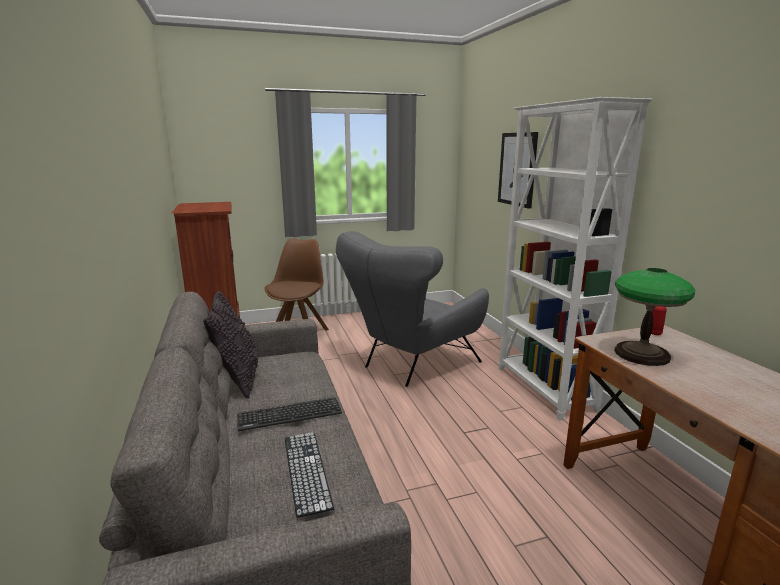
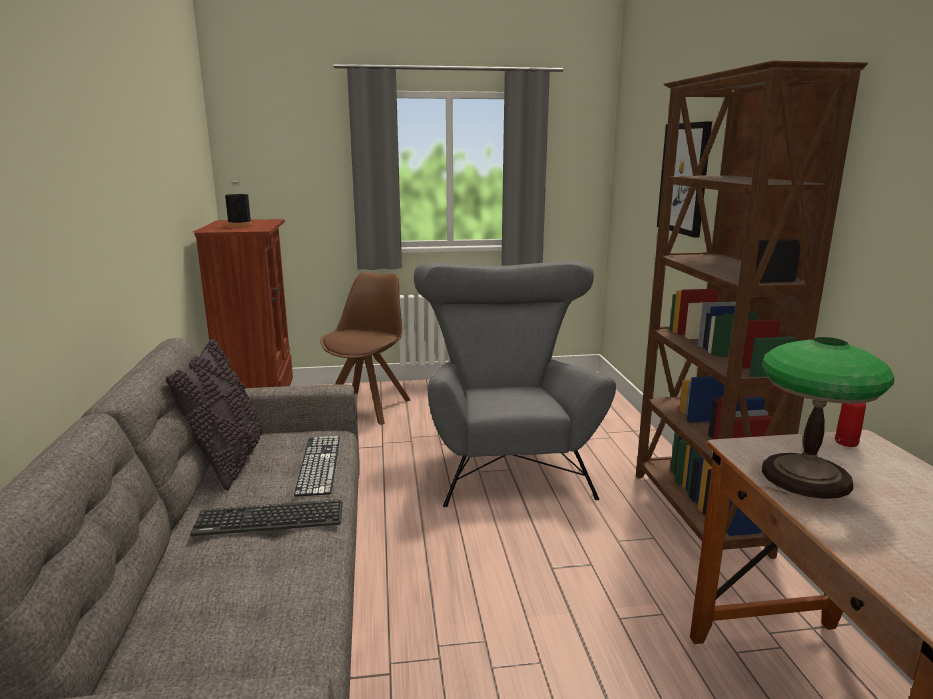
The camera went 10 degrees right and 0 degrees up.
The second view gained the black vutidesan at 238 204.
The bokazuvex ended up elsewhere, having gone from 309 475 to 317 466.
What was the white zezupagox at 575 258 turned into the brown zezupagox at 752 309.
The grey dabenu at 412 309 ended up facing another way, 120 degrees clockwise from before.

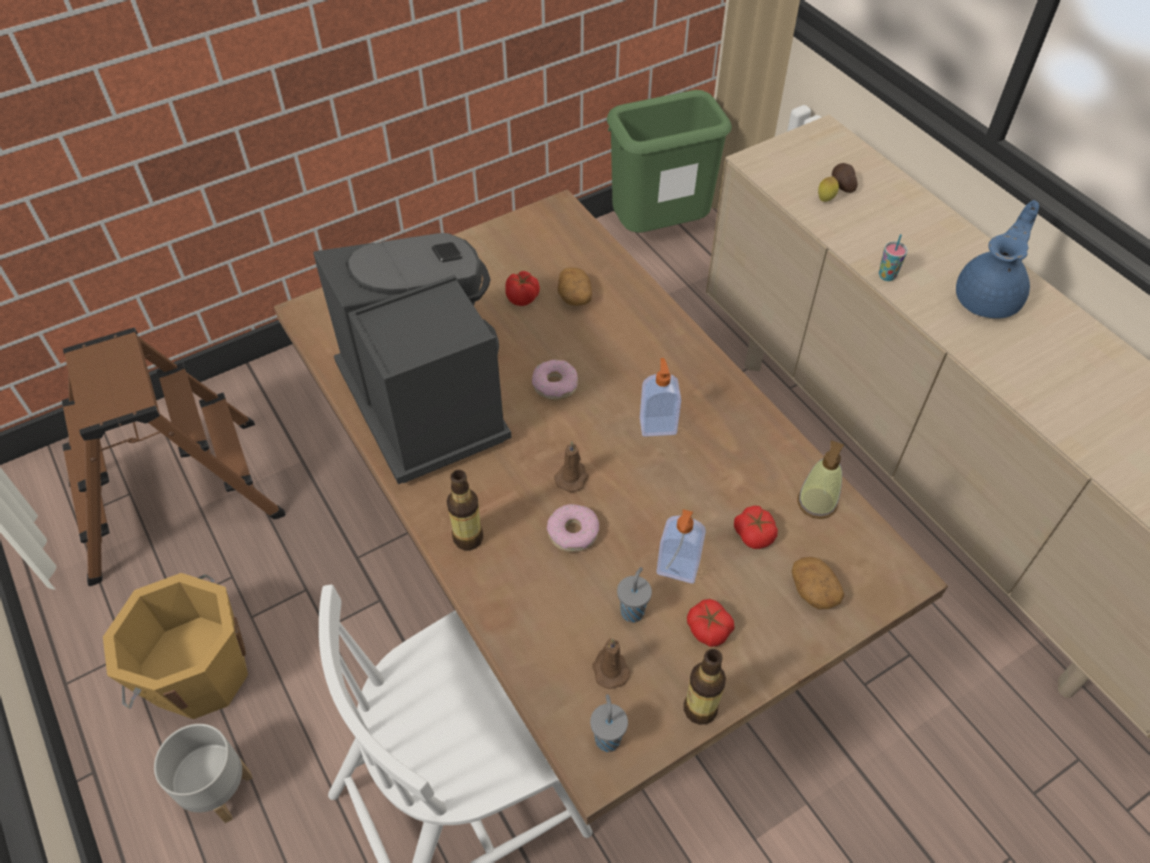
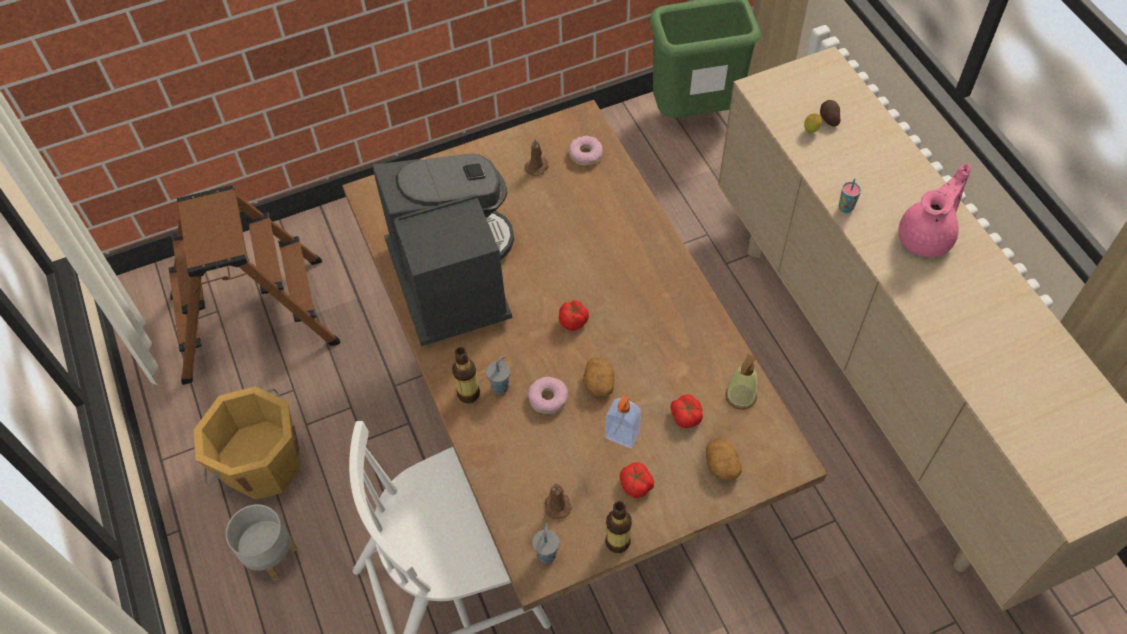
The camera went 10 degrees right and 5 degrees up.
The second view lost the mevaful at 660 397.
The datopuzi ended up elsewhere, having gone from 522 288 to 574 315.
The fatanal ended up elsewhere, having gone from 555 379 to 586 151.
The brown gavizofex ended up elsewhere, having gone from 571 466 to 537 157.
The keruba ended up elsewhere, having gone from 575 286 to 598 377.
The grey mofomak ended up elsewhere, having gone from 634 594 to 498 374.
What was the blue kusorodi at 997 259 turned into the pink kusorodi at 935 210.

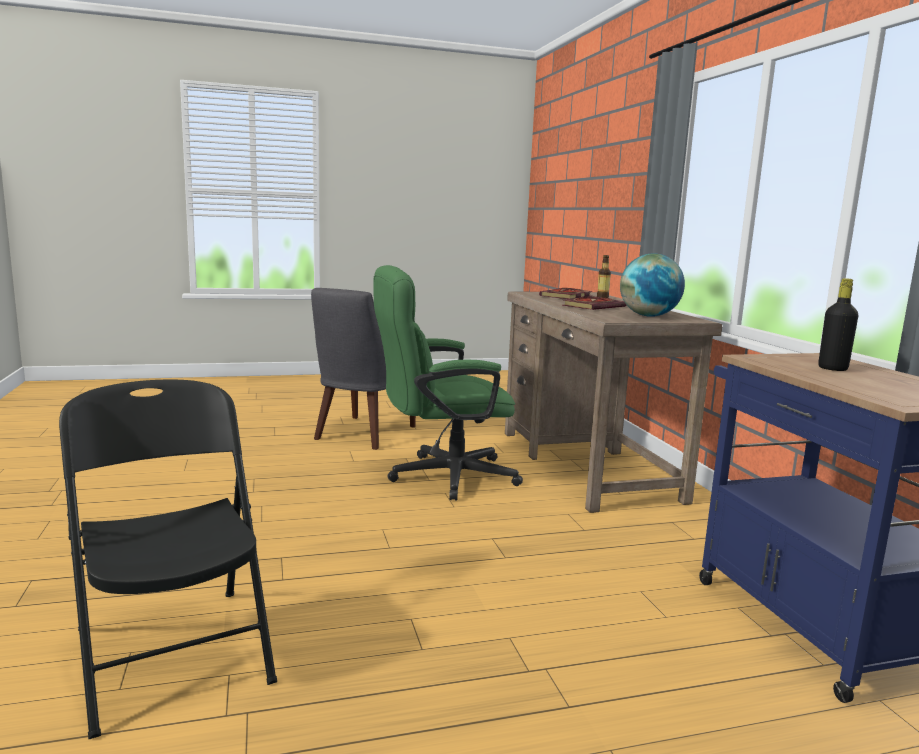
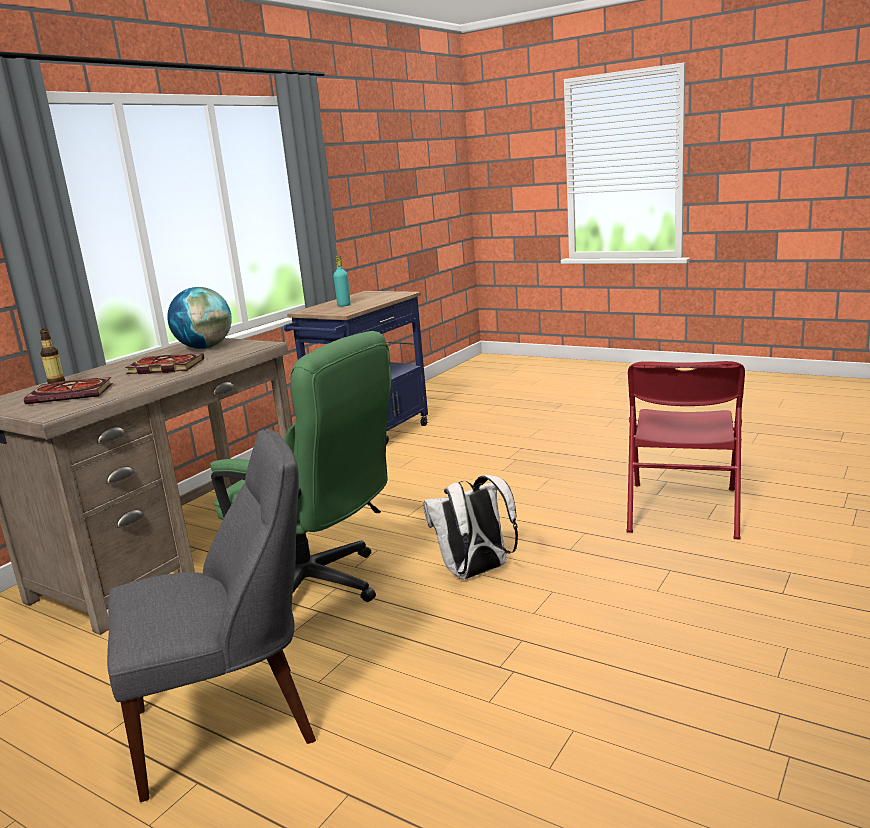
The camera went 130 degrees left and 5 degrees up.
The second view gained the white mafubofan at 470 527.
What was the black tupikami at 168 559 turned into the red tupikami at 685 450.
What was the black vutidesan at 838 324 turned into the turquoise vutidesan at 342 281.

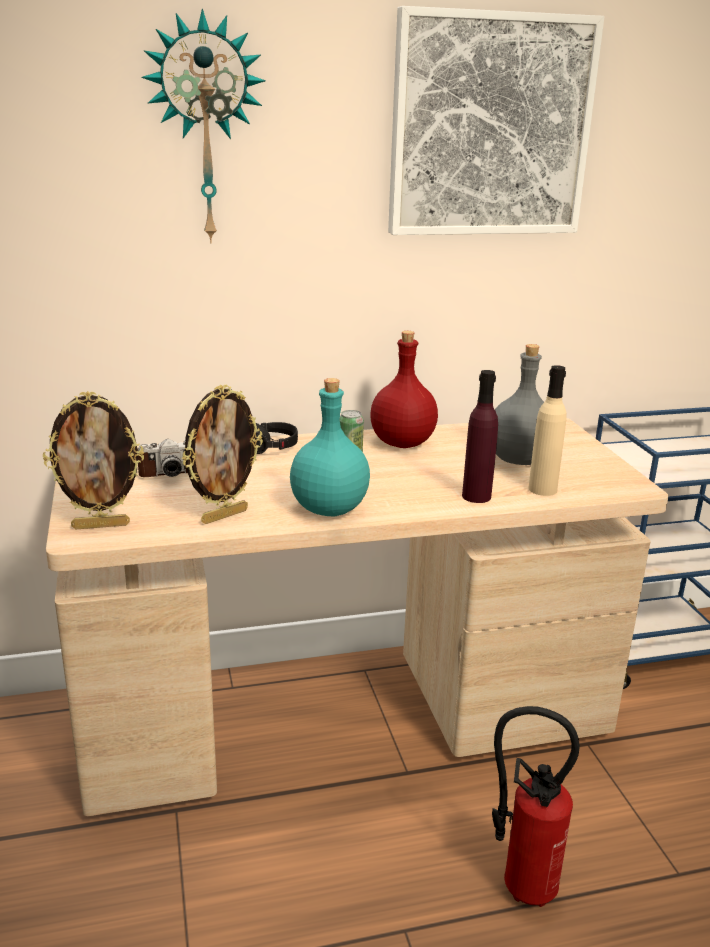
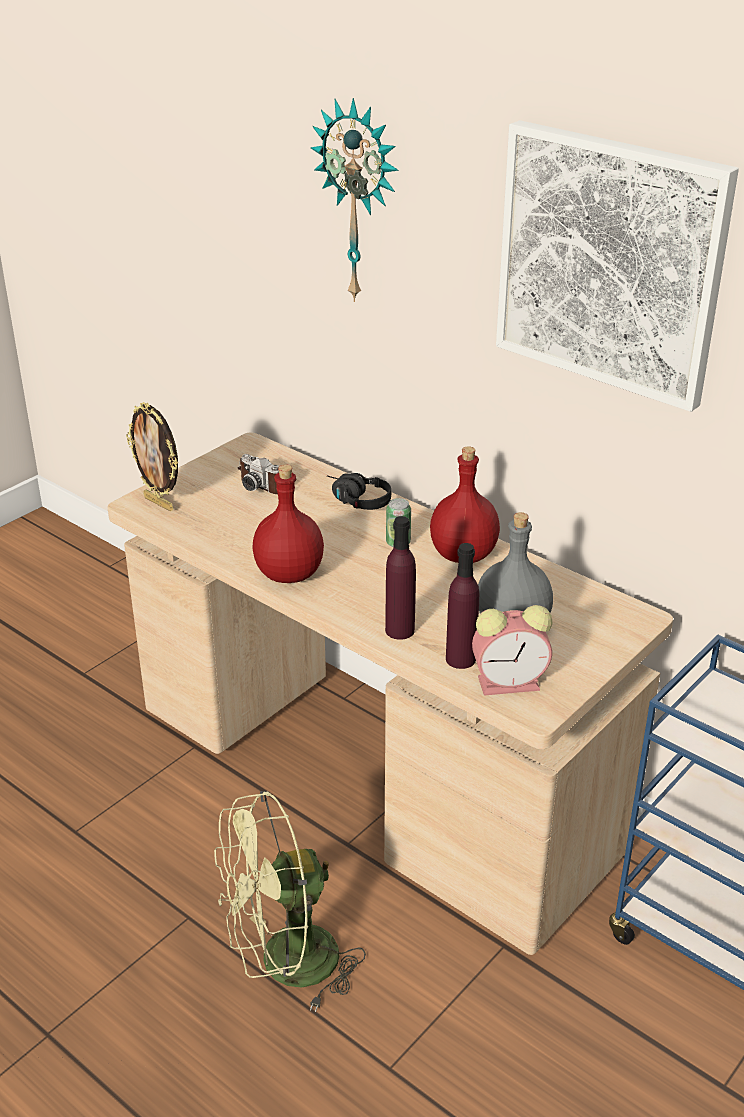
The camera went 55 degrees right and 10 degrees up.
The second view lost the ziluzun at 222 454.
The second view gained the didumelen at 512 650.
Where the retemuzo stood at 536 806, the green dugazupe came to stand at 290 901.
What was the turquoise vutidesan at 330 447 turned into the red vutidesan at 288 523.
What was the beige vutidesan at 547 430 turned into the purple vutidesan at 462 606.

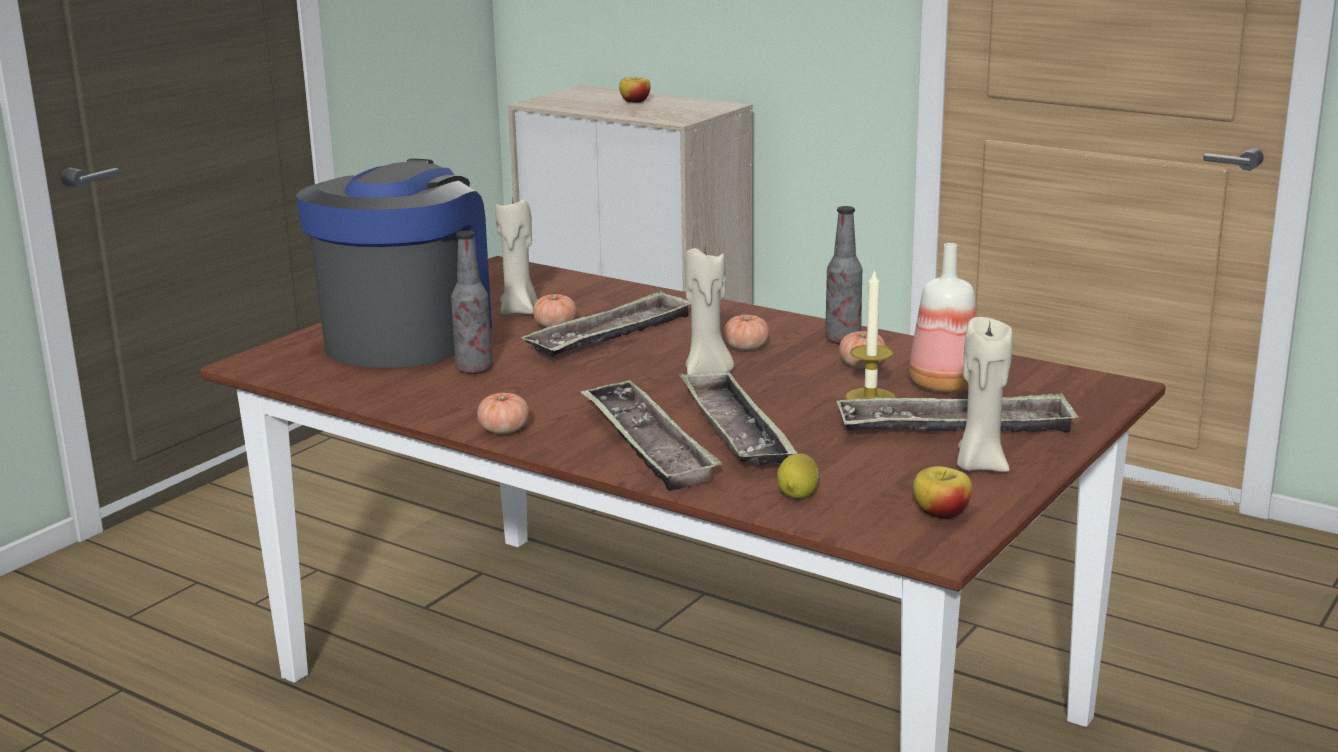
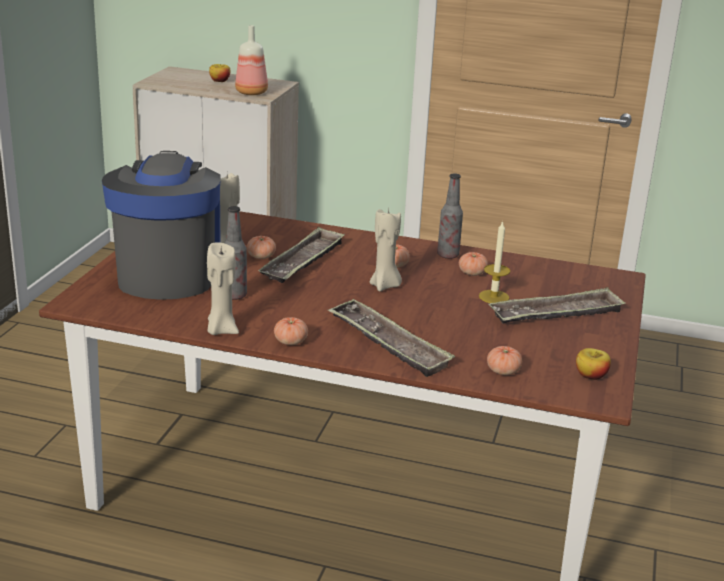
The camera went 20 degrees left and 5 degrees up.
The second view lost the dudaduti at 738 417.
The vutidesan ended up elsewhere, having gone from 943 318 to 251 60.
The beige gavizofex ended up elsewhere, having gone from 984 394 to 223 288.
Where the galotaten stood at 798 476, the datopuzi came to stand at 504 360.

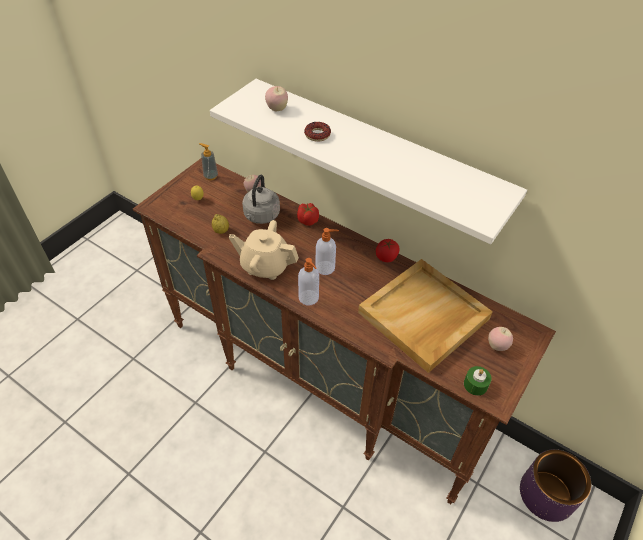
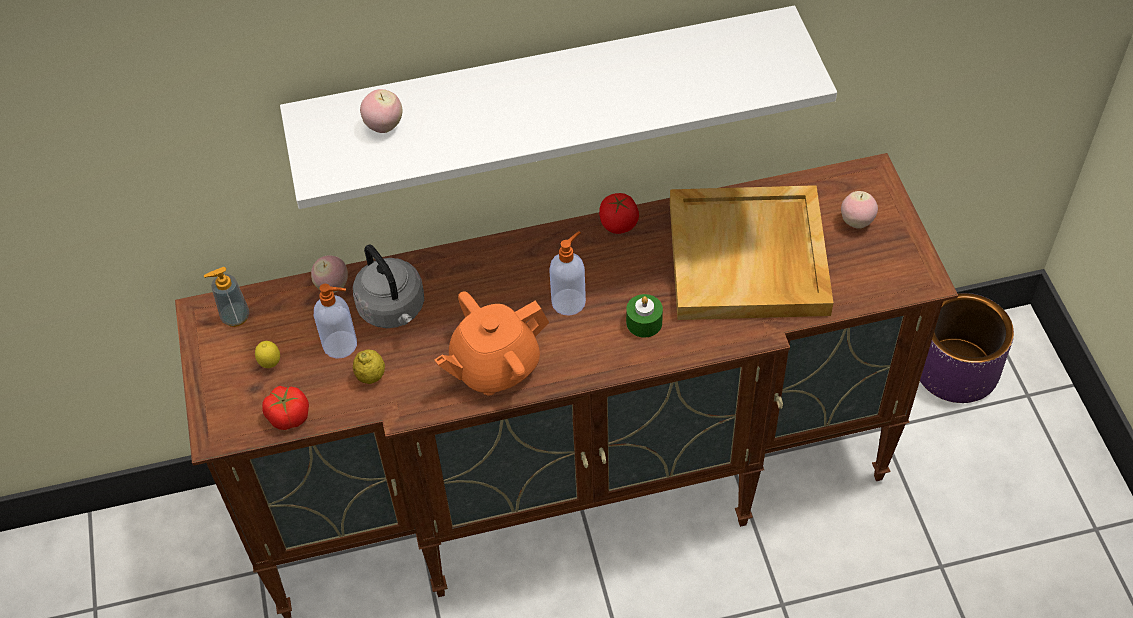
The camera went 45 degrees left and 5 degrees up.
The second view lost the fatanal at 317 132.
The datopuzi ended up elsewhere, having gone from 308 214 to 285 408.
The mevaful ended up elsewhere, having gone from 308 281 to 335 321.
The green gavizofex ended up elsewhere, having gone from 478 381 to 644 316.
What was the beige kusorodi at 264 250 turned into the orange kusorodi at 491 343.

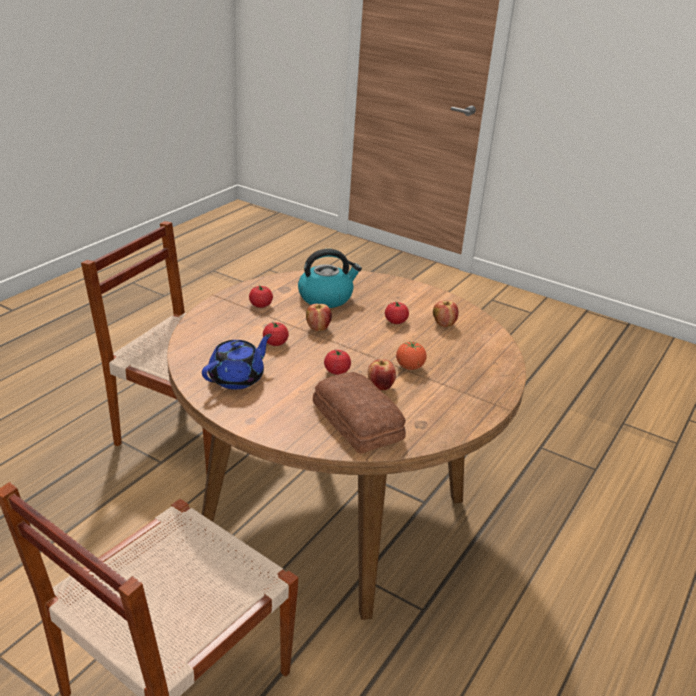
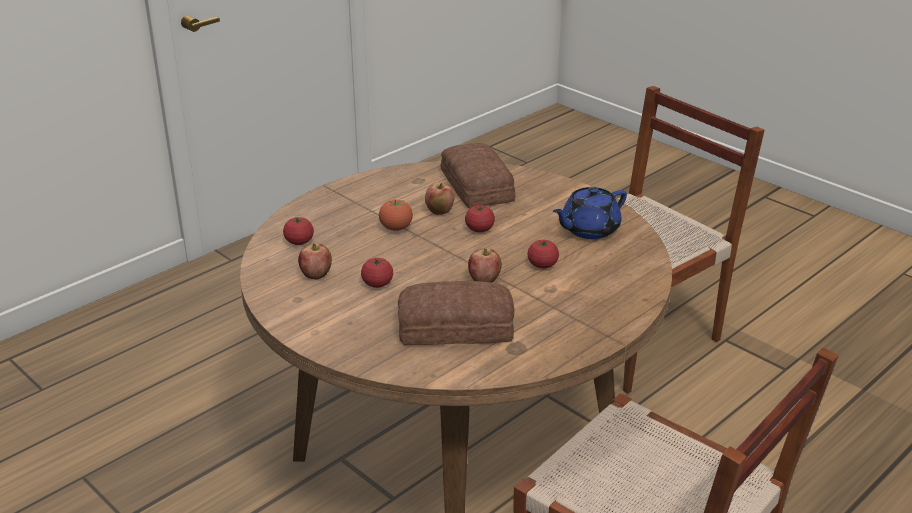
The camera went 165 degrees left and 0 degrees up.
The datopuzi ended up elsewhere, having gone from 261 296 to 298 231.
Where the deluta stood at 330 278, the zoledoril came to stand at 456 313.

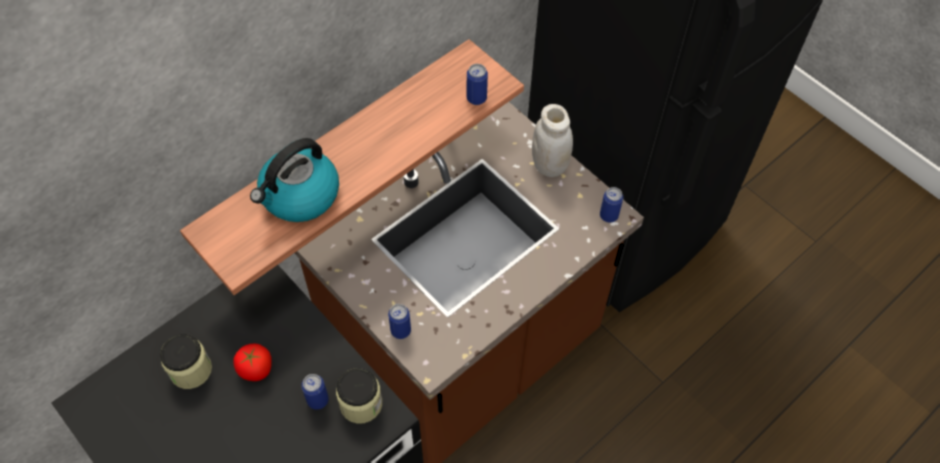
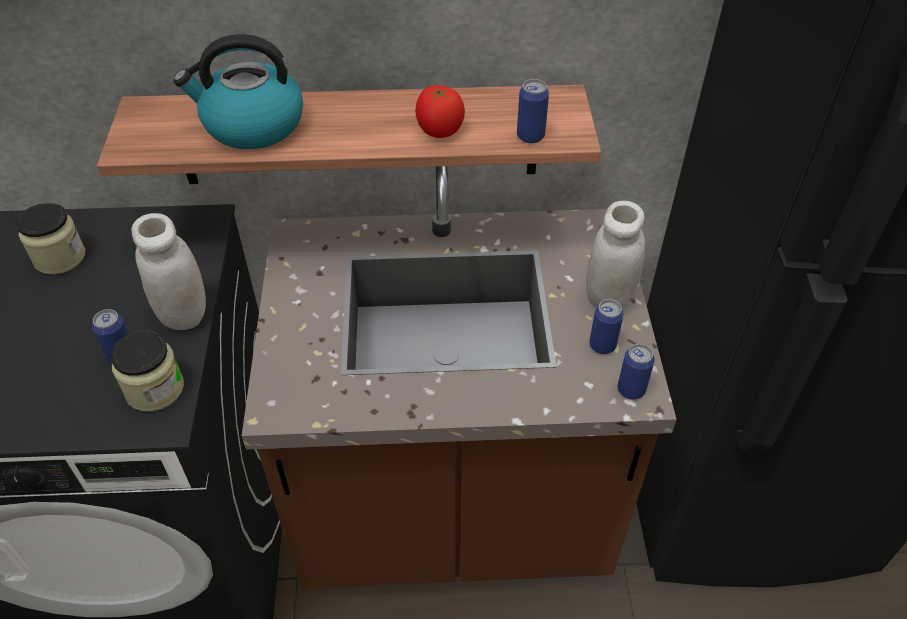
The camera went 40 degrees right and 10 degrees down.
The second view gained the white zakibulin at 168 271.
The datopuzi ended up elsewhere, having gone from 252 362 to 440 111.
The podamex ended up elsewhere, having gone from 399 321 to 606 326.

